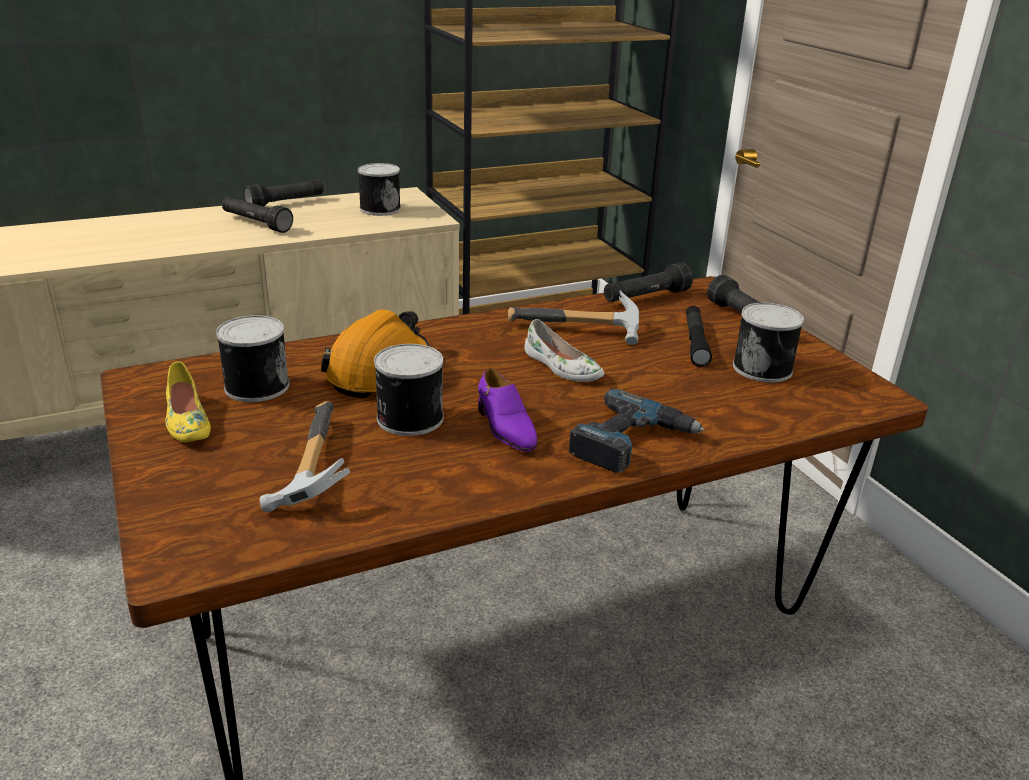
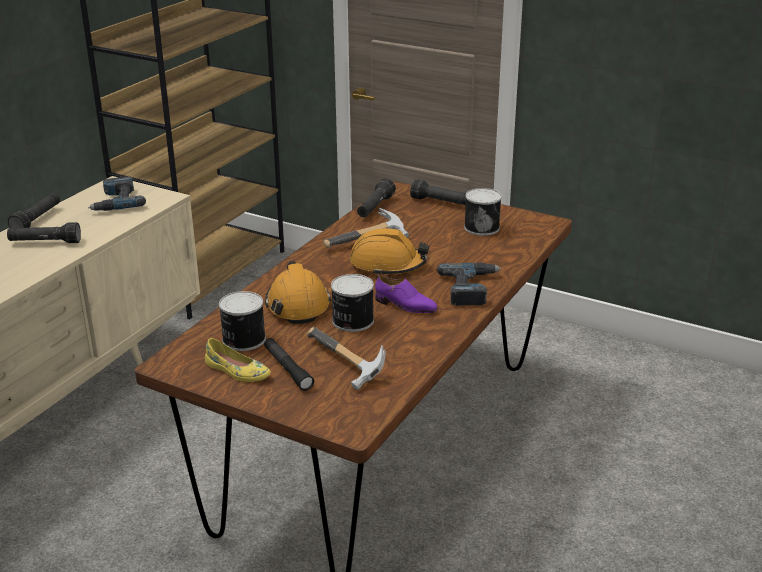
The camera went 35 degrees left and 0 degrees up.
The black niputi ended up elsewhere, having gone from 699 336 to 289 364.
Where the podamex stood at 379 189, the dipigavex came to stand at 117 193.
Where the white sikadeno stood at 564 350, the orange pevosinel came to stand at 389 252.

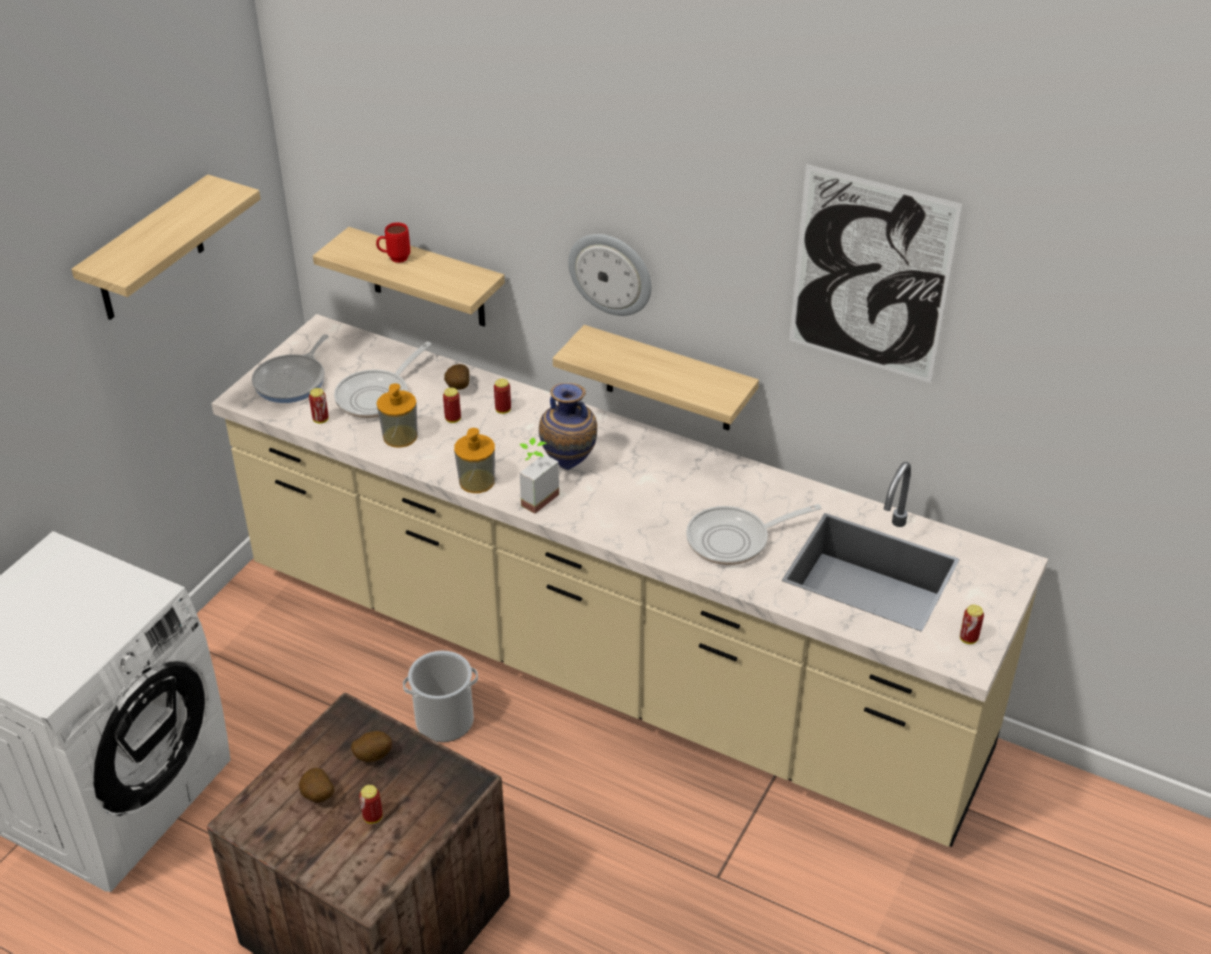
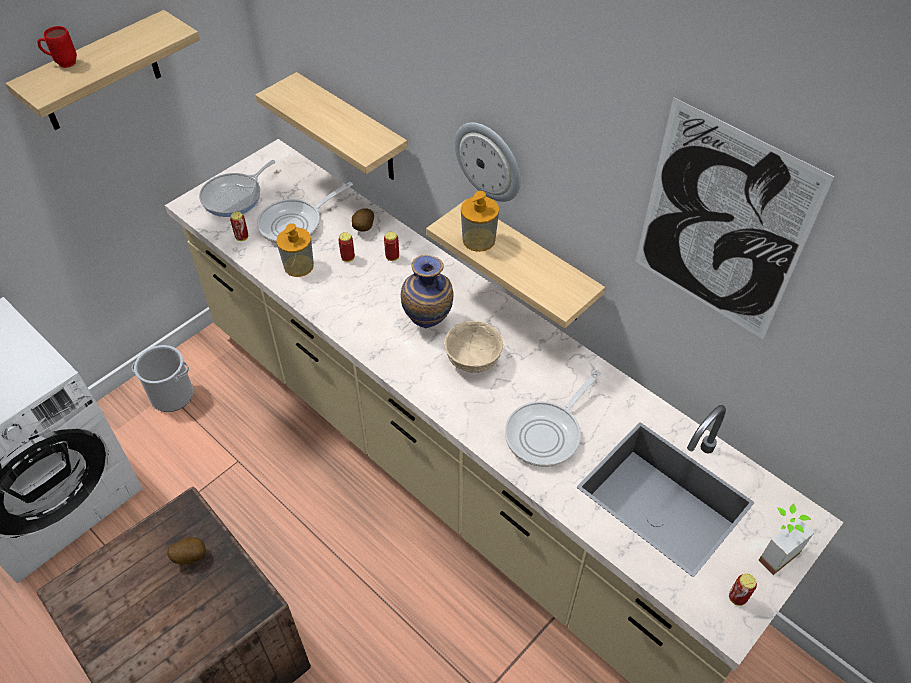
The camera went 15 degrees right and 10 degrees up.
The second view lost the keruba at 316 785.
The second view lost the podamex at 371 804.
The second view gained the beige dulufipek at 473 347.
The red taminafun ended up elsewhere, having gone from 393 242 to 57 47.
The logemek ended up elsewhere, having gone from 440 696 to 162 378.
The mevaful ended up elsewhere, having gone from 474 460 to 480 221.
The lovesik ended up elsewhere, having gone from 539 476 to 786 539.
The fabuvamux at 753 534 ended up facing another way, 45 degrees counterclockwise from before.

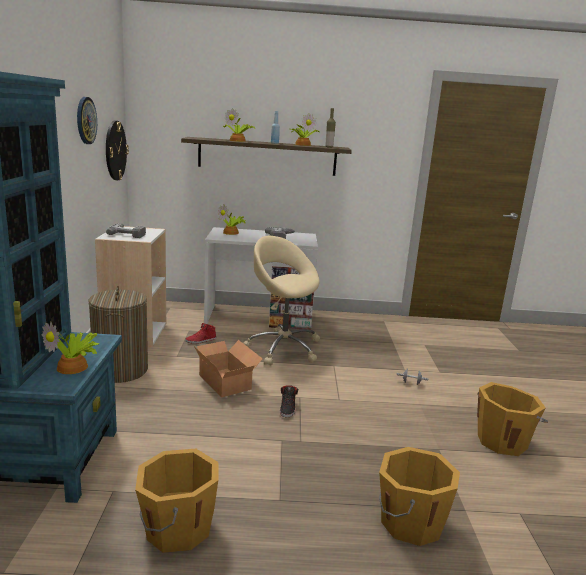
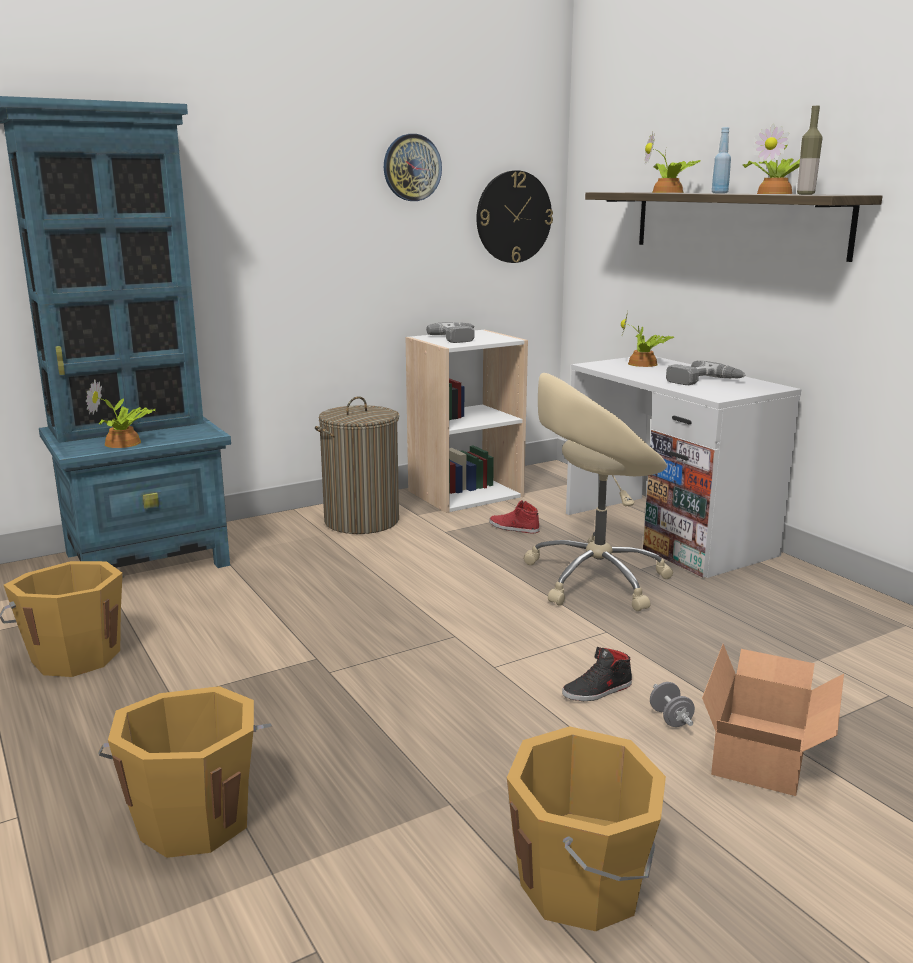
The camera went 60 degrees right and 0 degrees up.
The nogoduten ended up elsewhere, having gone from 228 368 to 773 720.
The black sikadeno ended up elsewhere, having gone from 289 401 to 597 674.
The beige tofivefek at 281 300 ended up facing another way, 105 degrees counterclockwise from before.

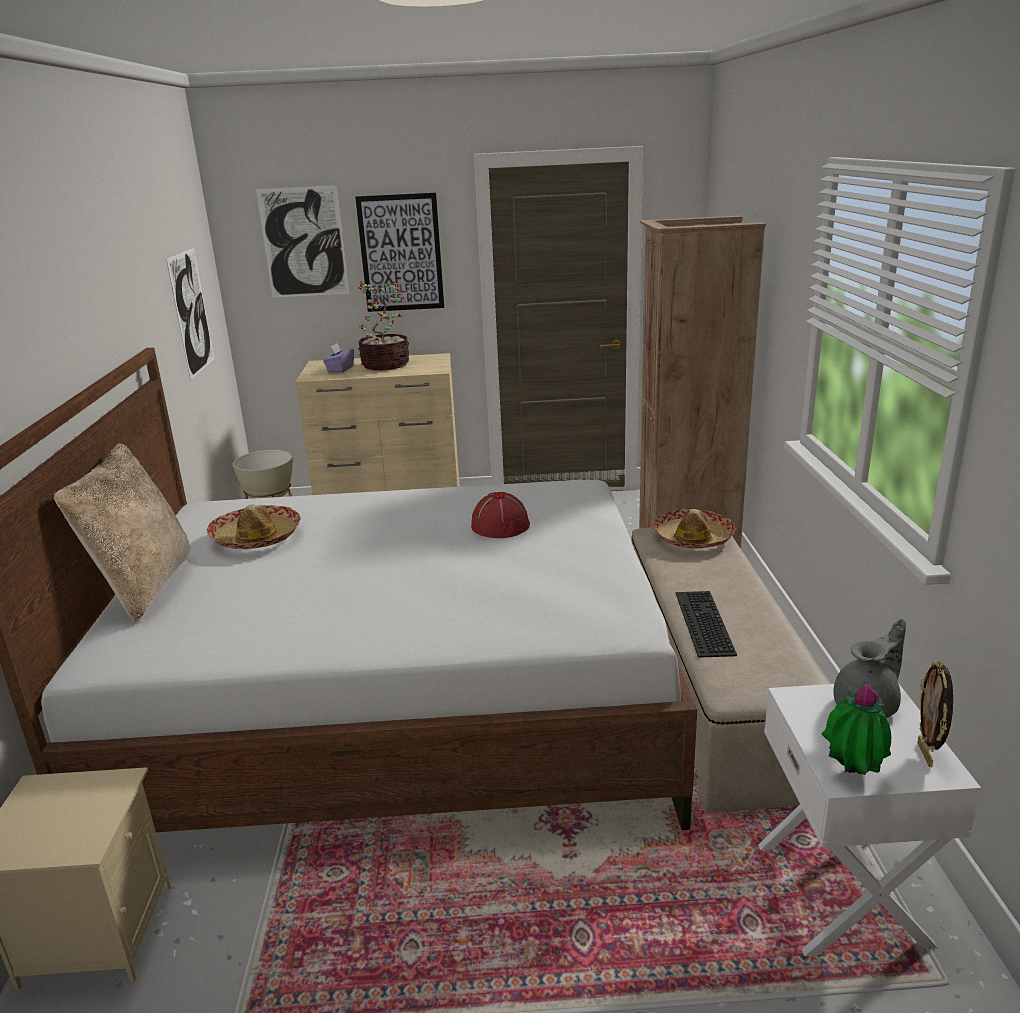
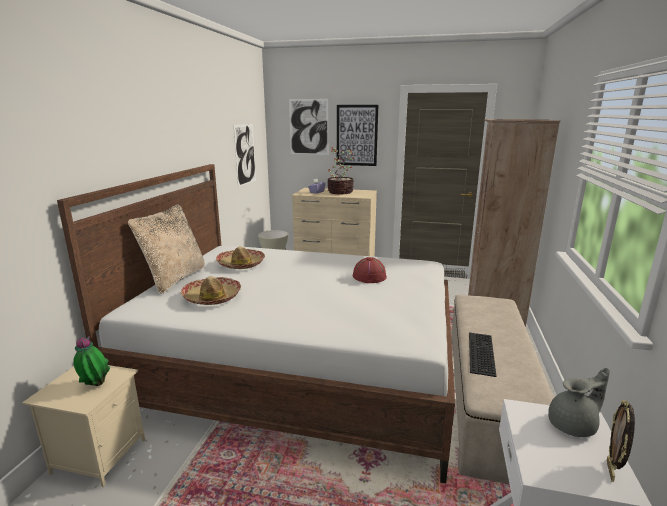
The camera went 15 degrees right and 5 degrees down.
The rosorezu ended up elsewhere, having gone from 694 529 to 211 290.
The lovesik ended up elsewhere, having gone from 856 727 to 91 361.

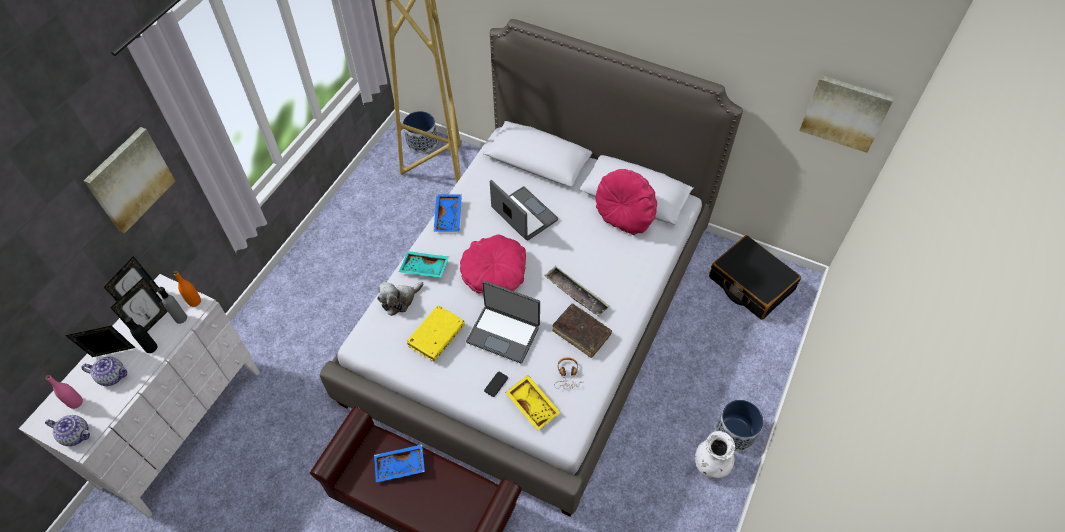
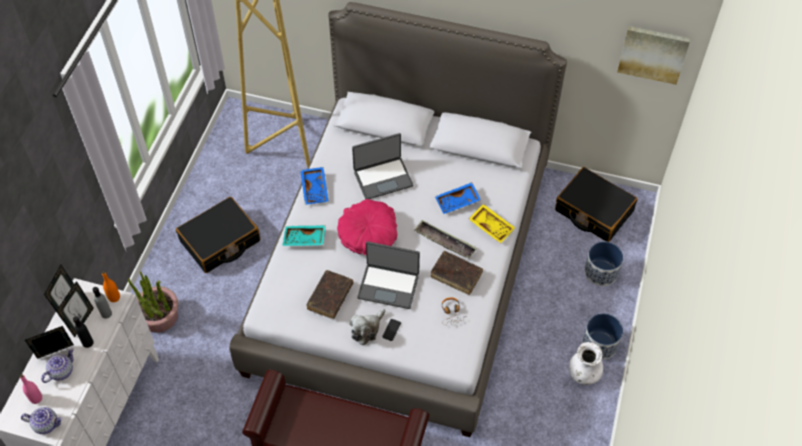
The camera went 10 degrees left and 0 degrees up.
The second view lost the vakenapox at 129 180.
The second view lost the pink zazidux at 626 202.
The second view gained the lovesik at 153 302.
The second view gained the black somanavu at 218 235.
The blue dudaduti ended up elsewhere, having gone from 399 463 to 458 198.
The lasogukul ended up elsewhere, having gone from 400 298 to 367 327.
The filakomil ended up elsewhere, having gone from 420 132 to 603 264.
The yellow dudaduti ended up elsewhere, having gone from 533 403 to 492 224.
What was the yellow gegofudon at 435 333 turned into the brown gegofudon at 329 294.
The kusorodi at 104 371 ended up facing another way, 45 degrees counterclockwise from before.
The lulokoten at 524 210 ended up facing another way, 120 degrees clockwise from before.

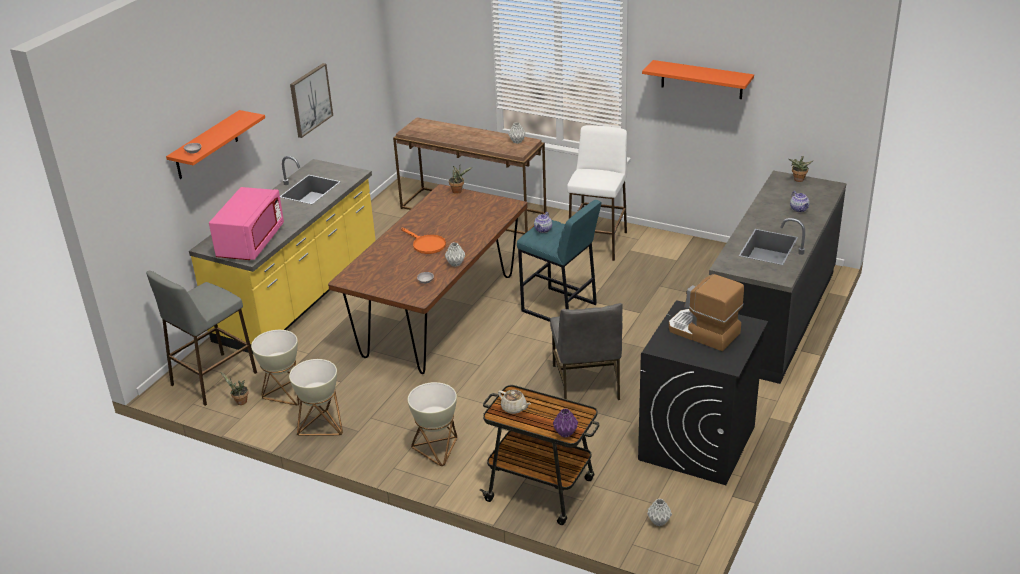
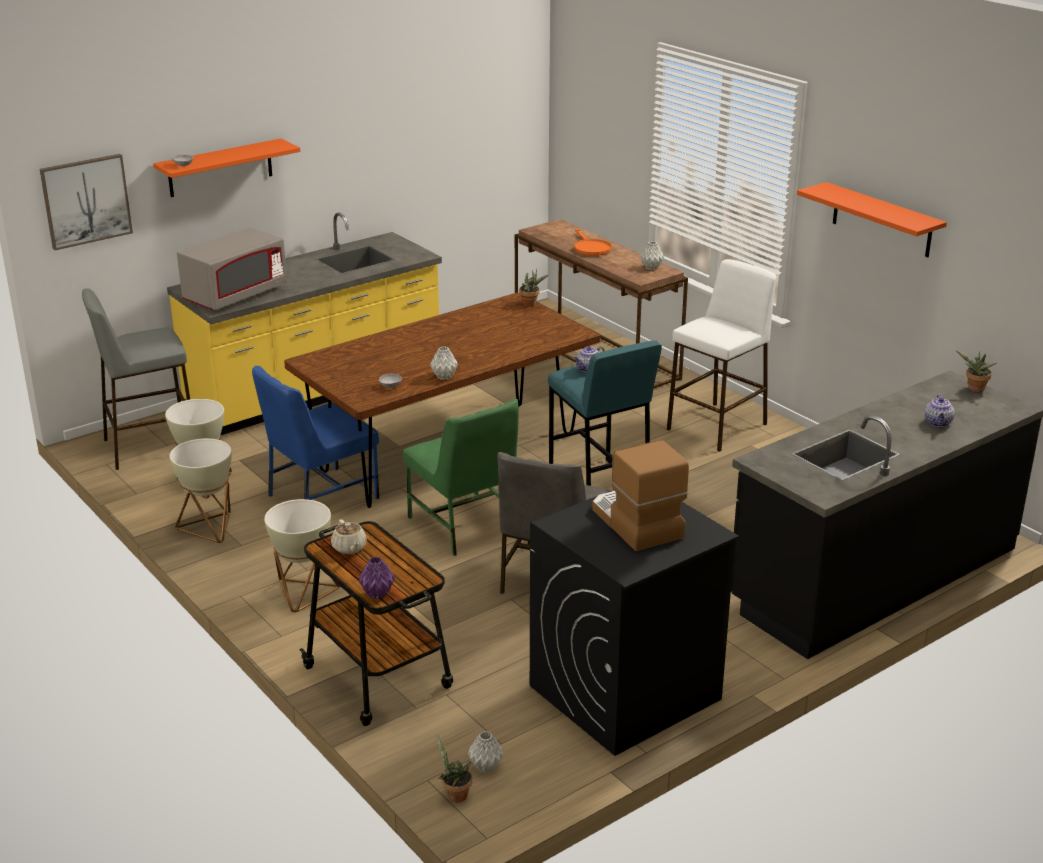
The camera went 25 degrees right and 5 degrees down.
The second view gained the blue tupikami at 315 433.
The second view gained the green tupikami at 461 477.
The lovesik ended up elsewhere, having gone from 235 388 to 454 768.
The vakenapox ended up elsewhere, having gone from 311 100 to 86 202.
The orange fabuvamux ended up elsewhere, having gone from 423 241 to 593 242.
What was the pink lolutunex at 246 223 turned into the grey lolutunex at 232 269.

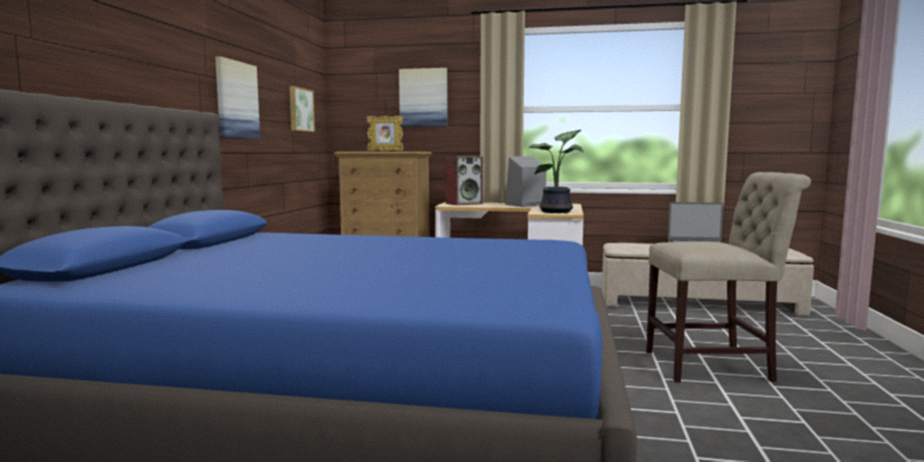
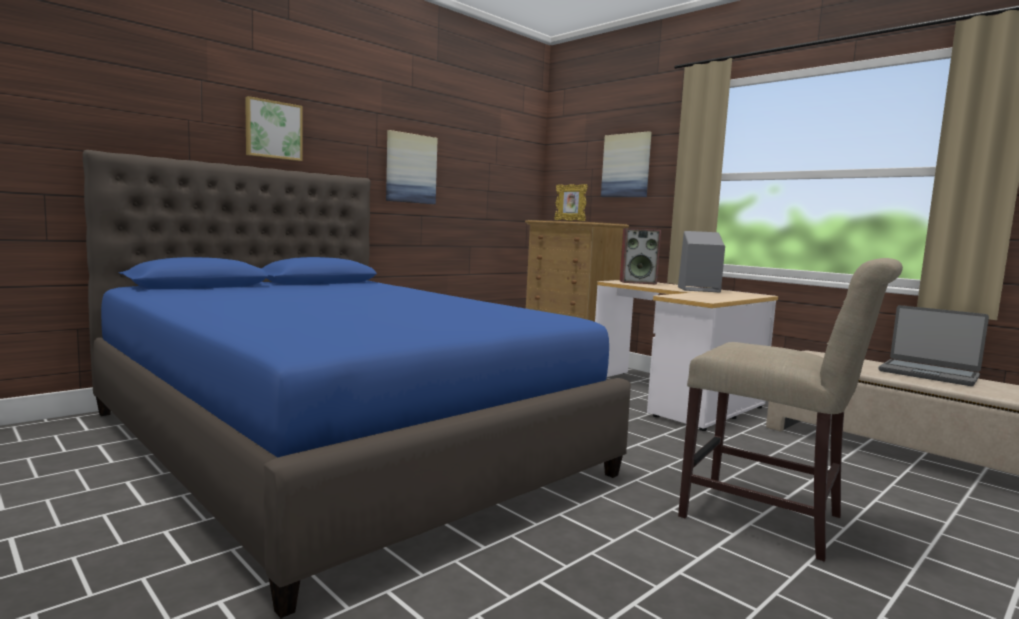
The camera went 35 degrees right and 0 degrees up.
The second view lost the lovesik at 555 171.
The vakenapox ended up elsewhere, having gone from 302 109 to 274 128.

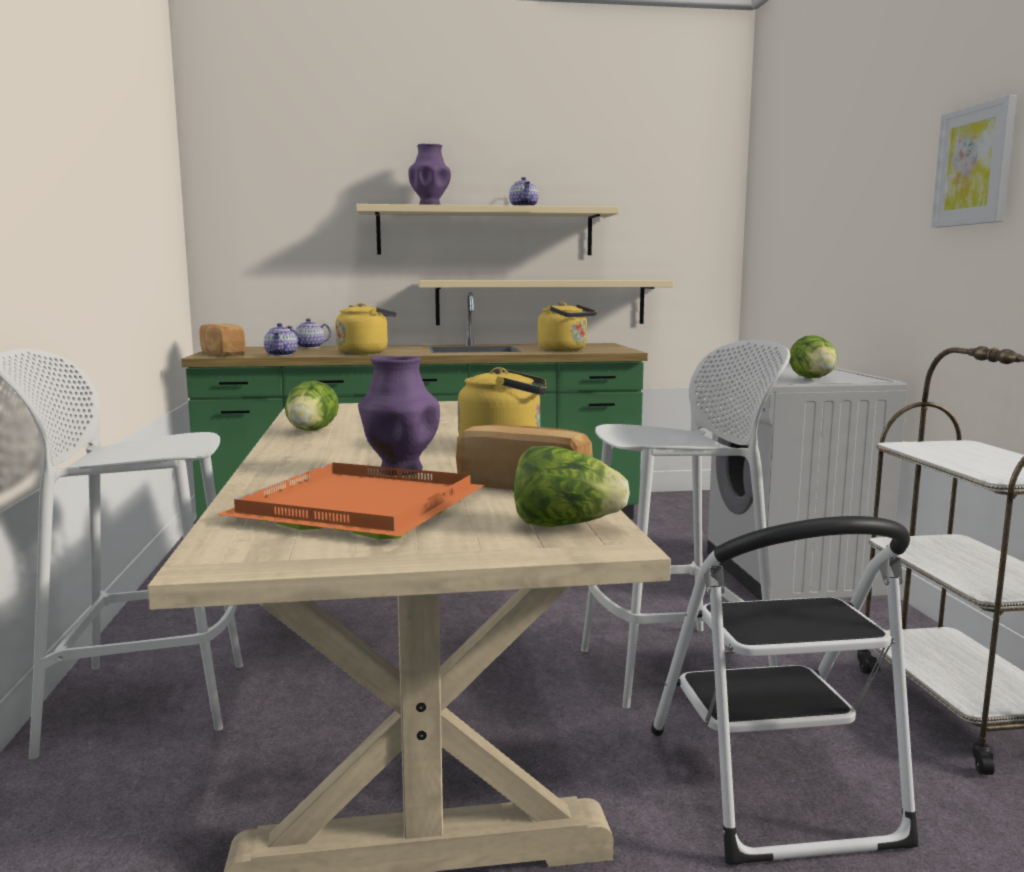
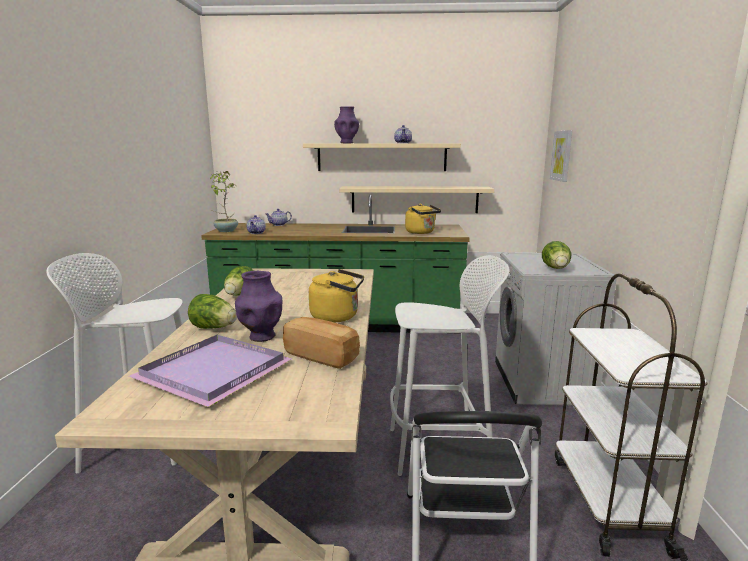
The camera went 10 degrees right and 5 degrees up.
The second view lost the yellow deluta at 366 328.
The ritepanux ended up elsewhere, having gone from 572 486 to 212 311.
The vakenapox ended up elsewhere, having gone from 974 161 to 561 156.
Where the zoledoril stood at 222 339, the lovesik came to stand at 224 201.
What was the orange dudaduti at 351 500 turned into the purple dudaduti at 211 371.

